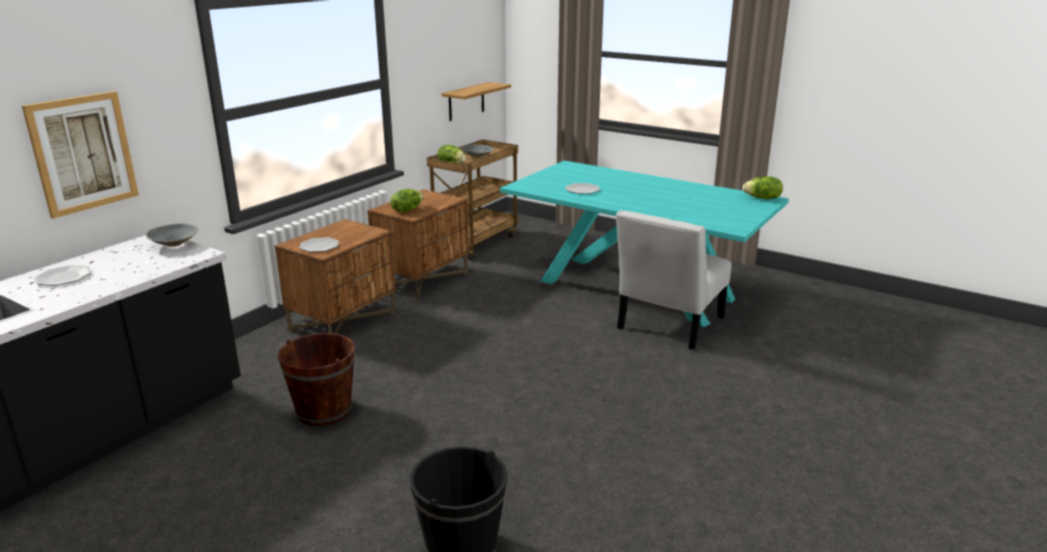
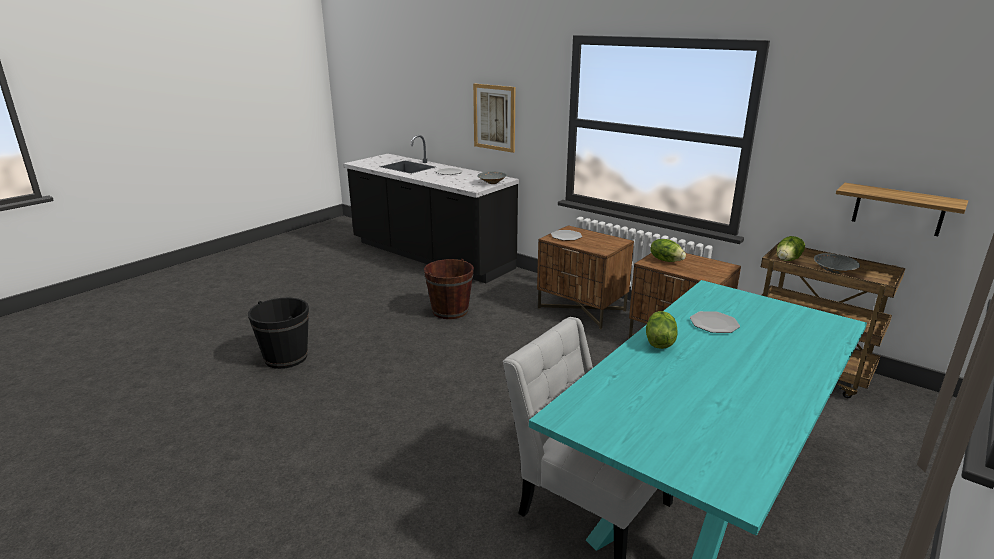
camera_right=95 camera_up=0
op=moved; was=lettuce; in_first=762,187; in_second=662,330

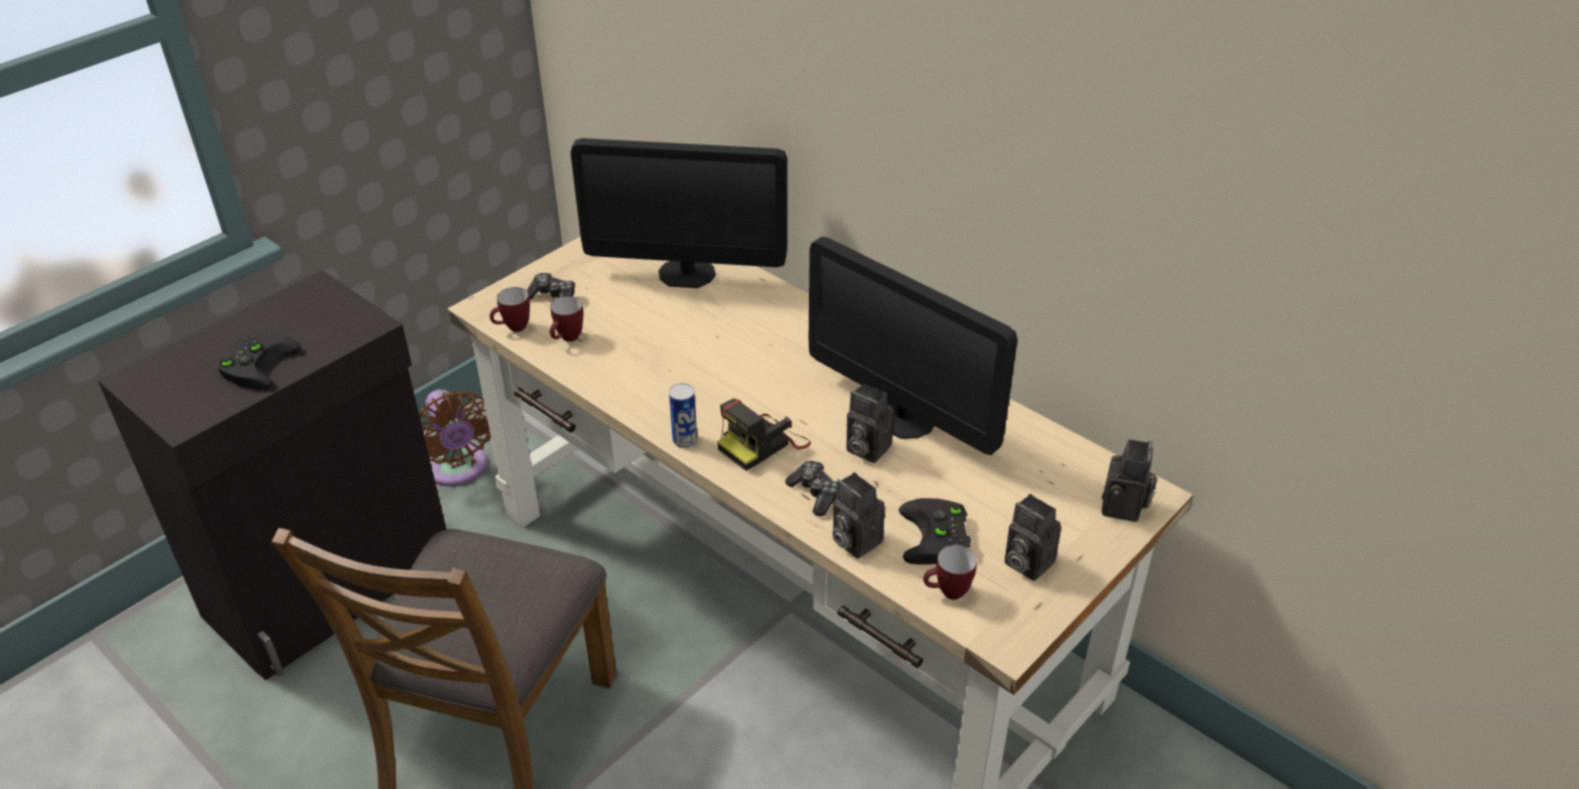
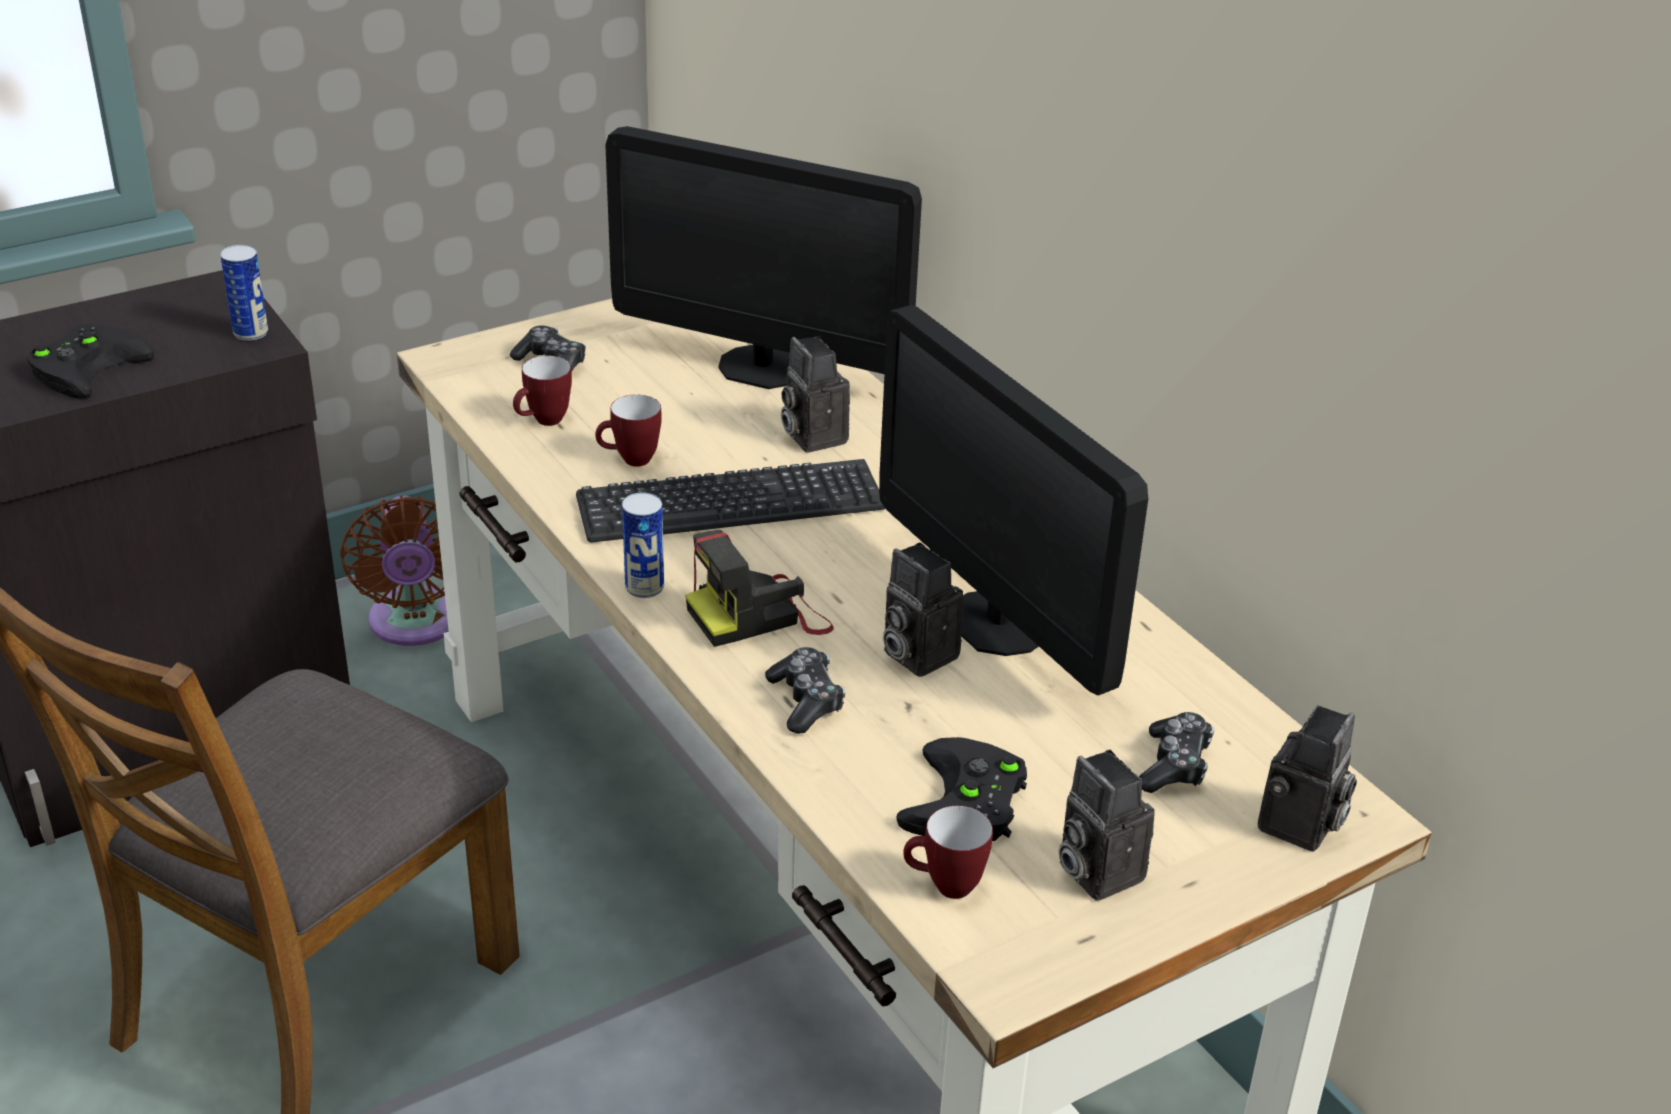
camera_right=15 camera_up=-5
op=added; now=can; in_second=244,293
op=added; now=keyboard; in_second=730,500
op=moved; was=mug; in_first=510,309; in_second=628,430
op=moved; was=photo camera; in_first=858,515; in_second=815,394
op=added; now=game controller; in_second=1176,752

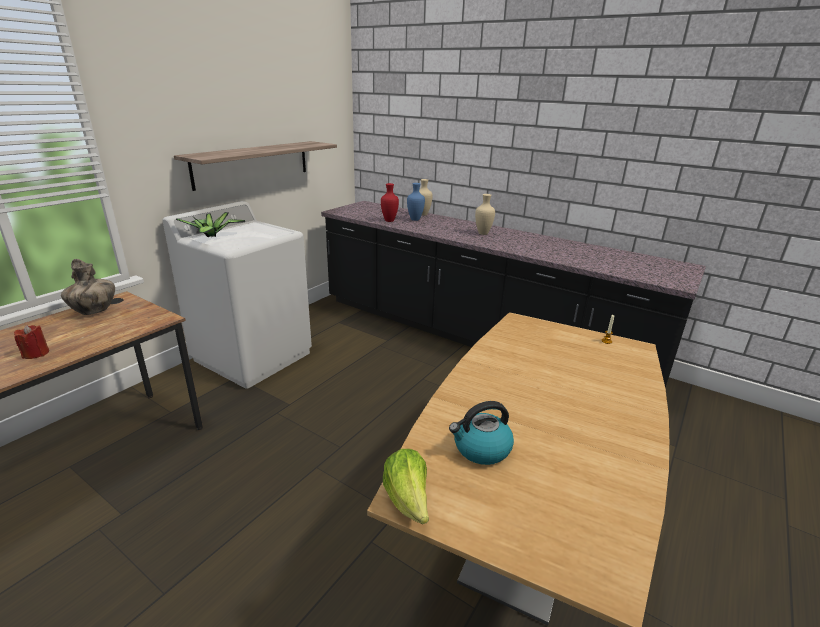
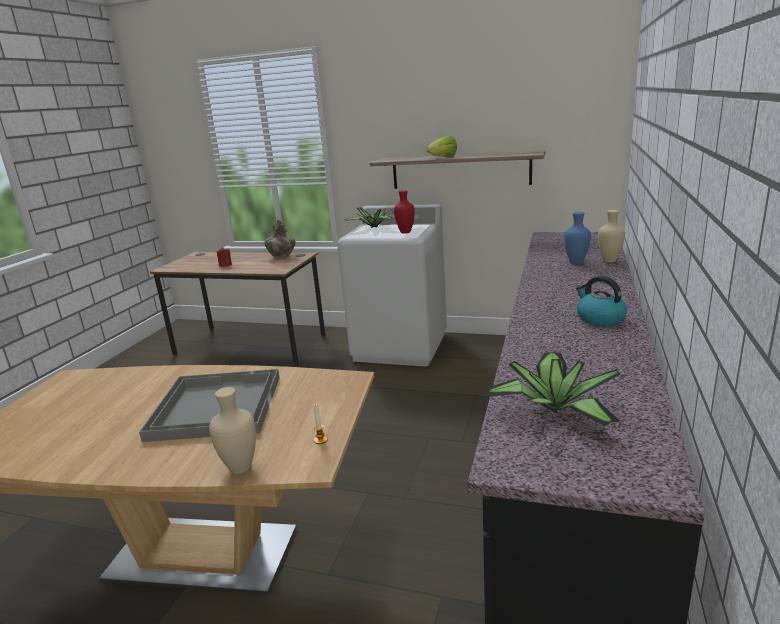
camera_right=75 camera_up=-5
op=added; now=tray (grey); in_second=209,405
op=moved; was=vase (beige); in_first=485,214; in_second=232,430
op=moved; was=vase (red); in_first=390,202; in_second=404,212
op=moved; was=lettuce; in_first=406,486; in_second=441,146
op=added; now=potted plant; in_second=554,389
op=moved; was=kettle; in_first=481,433; in_second=601,301

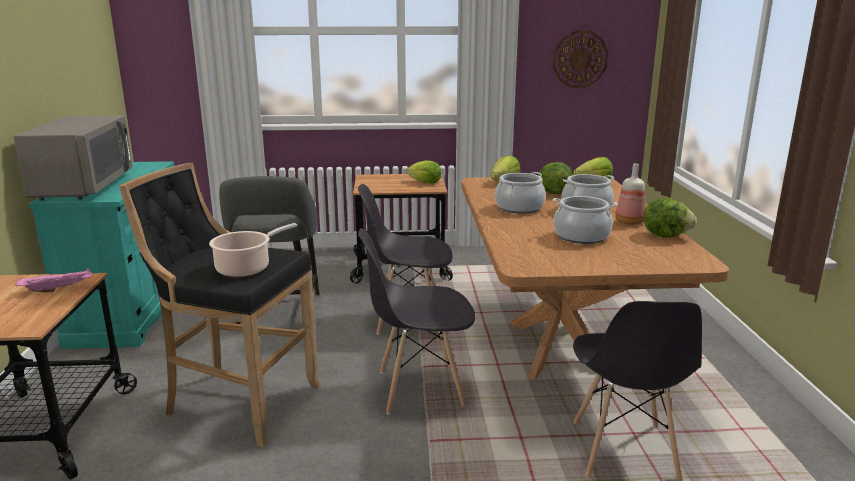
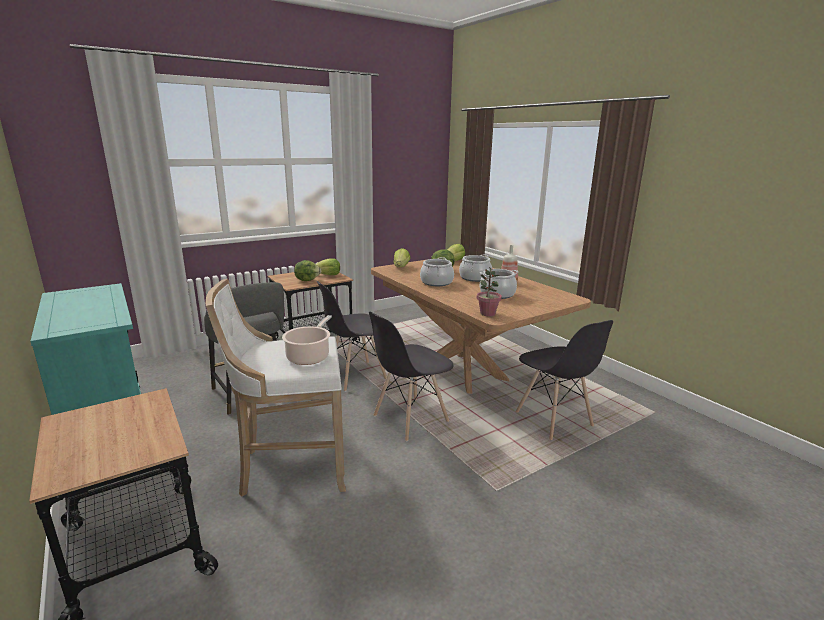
camera_right=-30 camera_up=0
op=recoloured; was=stool (black); now=stool (white); in_first=219,305; in_second=276,388
op=moved; was=lettuce; in_first=670,217; in_second=307,270
op=added; now=potted plant; in_second=489,291
op=removed; was=microwave (grey); in_first=73,158
op=removed; was=tray (pink); in_first=53,280
op=removed; was=wall clock; in_first=580,59

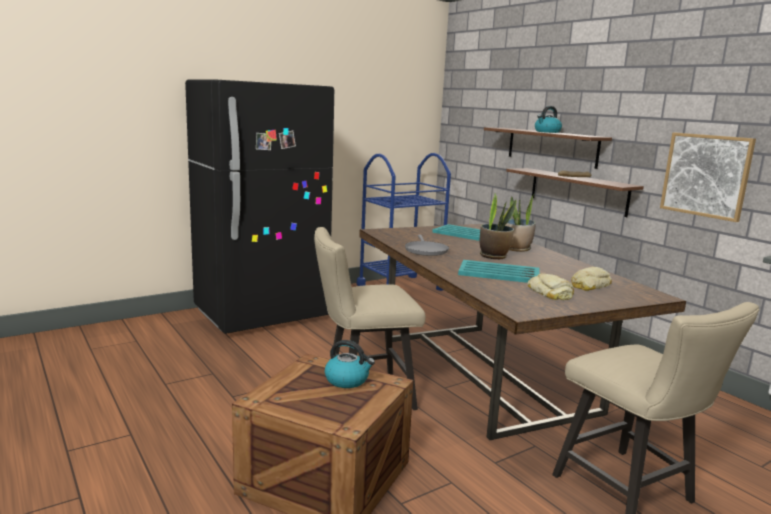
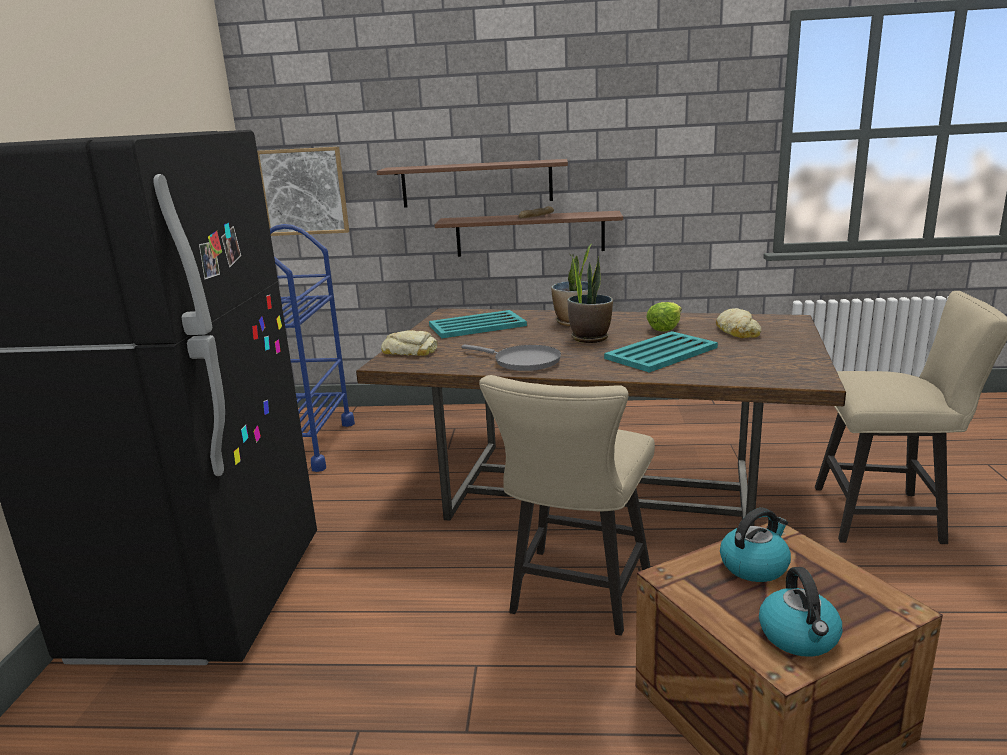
camera_right=-50 camera_up=5
op=moved; was=picture; in_first=708,177; in_second=303,191
op=moved; was=bread; in_first=551,286; in_second=409,343
op=added; now=lettuce; in_second=664,316
op=moved; was=kettle; in_first=548,119; in_second=800,612

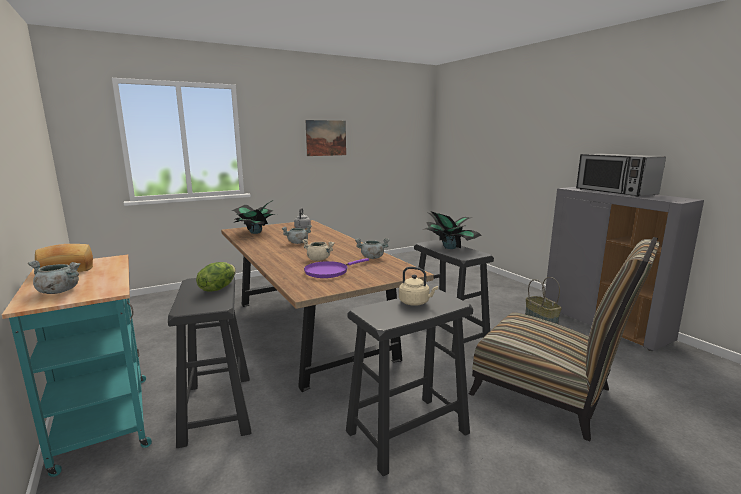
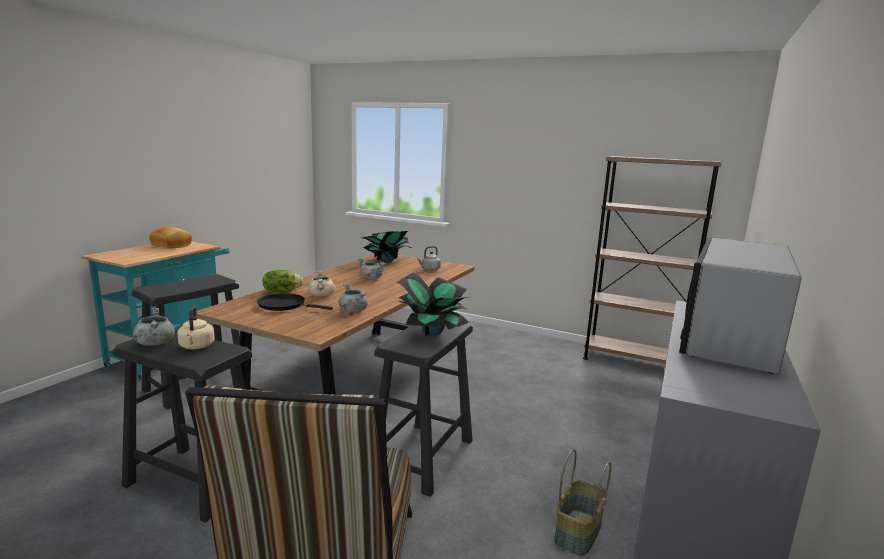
camera_right=55 camera_up=0
op=moved; was=cooking pot (grey); in_first=54,277; in_second=154,327
op=recoloured; was=frying pan (purple); now=frying pan (black); in_first=336,268; in_second=295,302
op=moved; was=lettuce; in_first=216,277; in_second=283,281
op=added; now=bookcase (brown); in_second=652,260
op=removed; was=picture; in_first=326,138

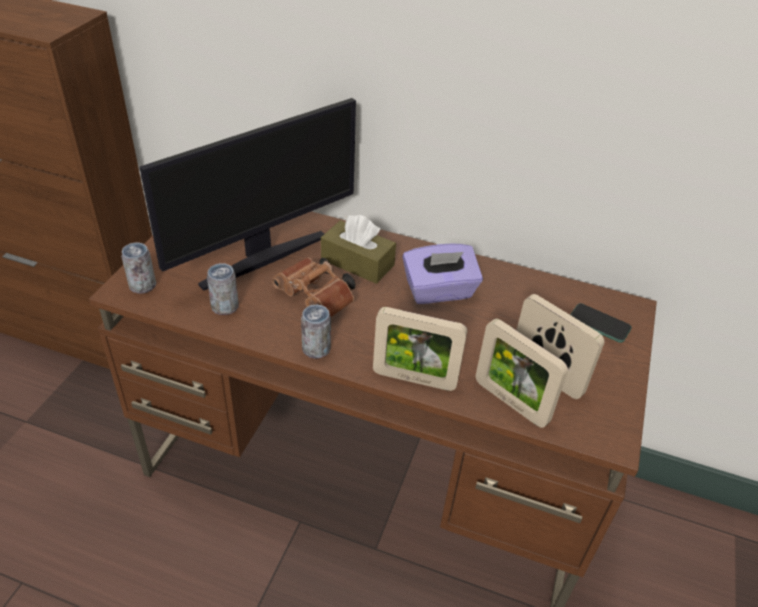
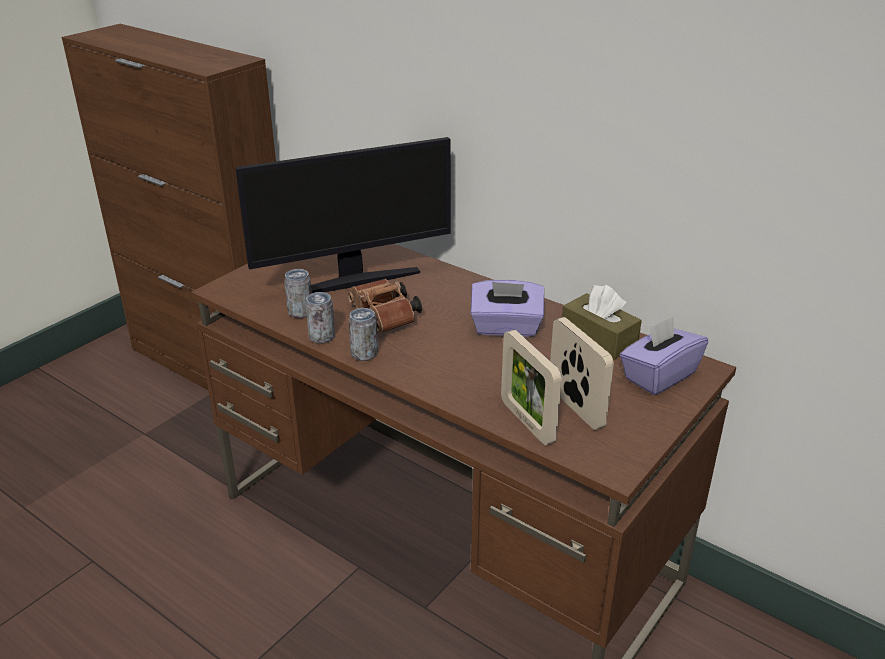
camera_right=20 camera_up=-10
op=moved; was=can; in_first=138,268; in_second=320,318
op=moved; was=tissue box (brown); in_first=358,249; in_second=602,322
op=replaced; was=phone; now=tissue box (purple); in_first=601,323; in_second=664,355
op=removed; was=picture frame; in_first=420,349

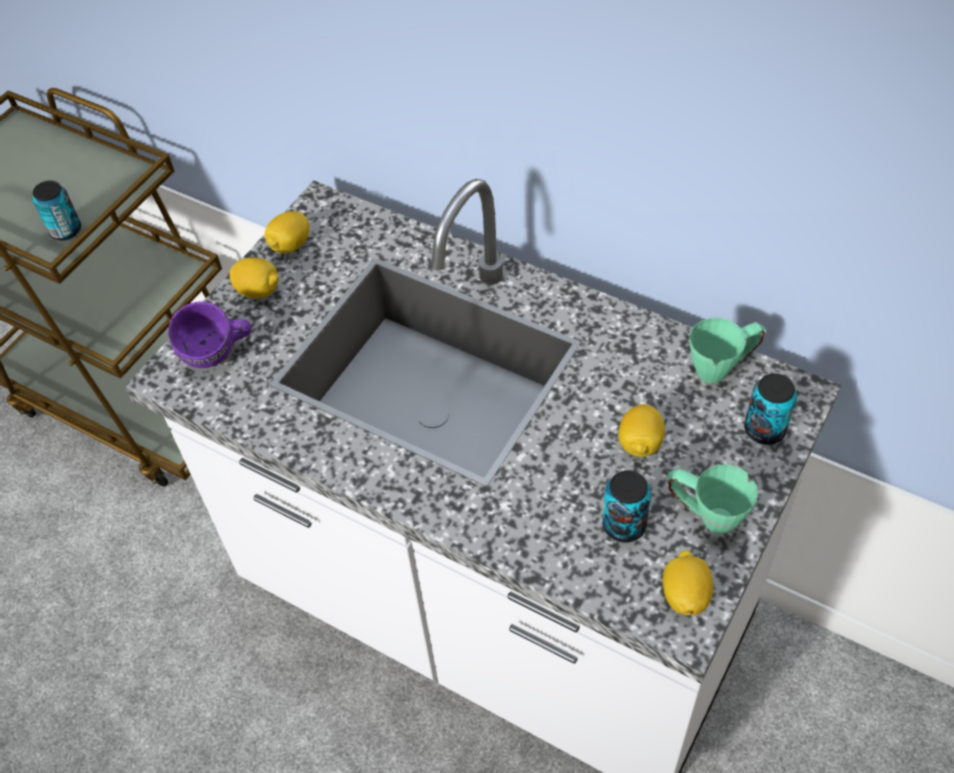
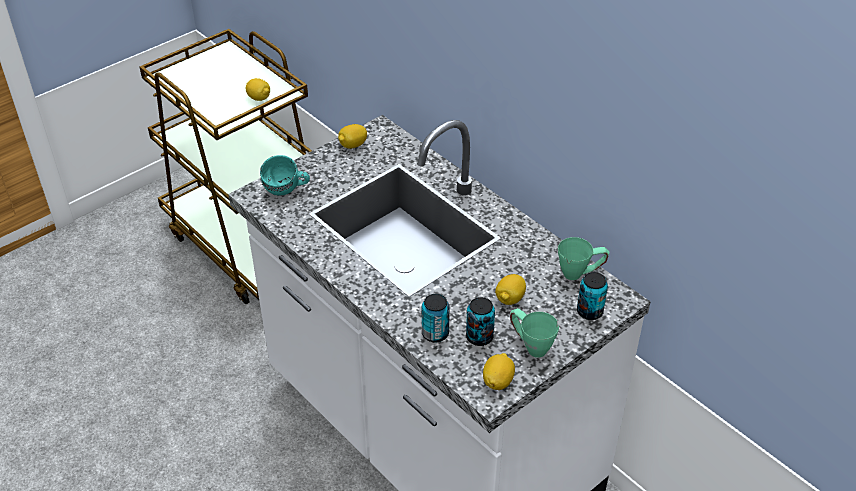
camera_right=15 camera_up=-10
op=moved; was=lemon; in_first=254,278; in_second=258,89
op=recoloured; was=mug (purple); now=mug (turquoise); in_first=209,334; in_second=285,175
op=moved; was=can; in_first=57,210; in_second=436,318

